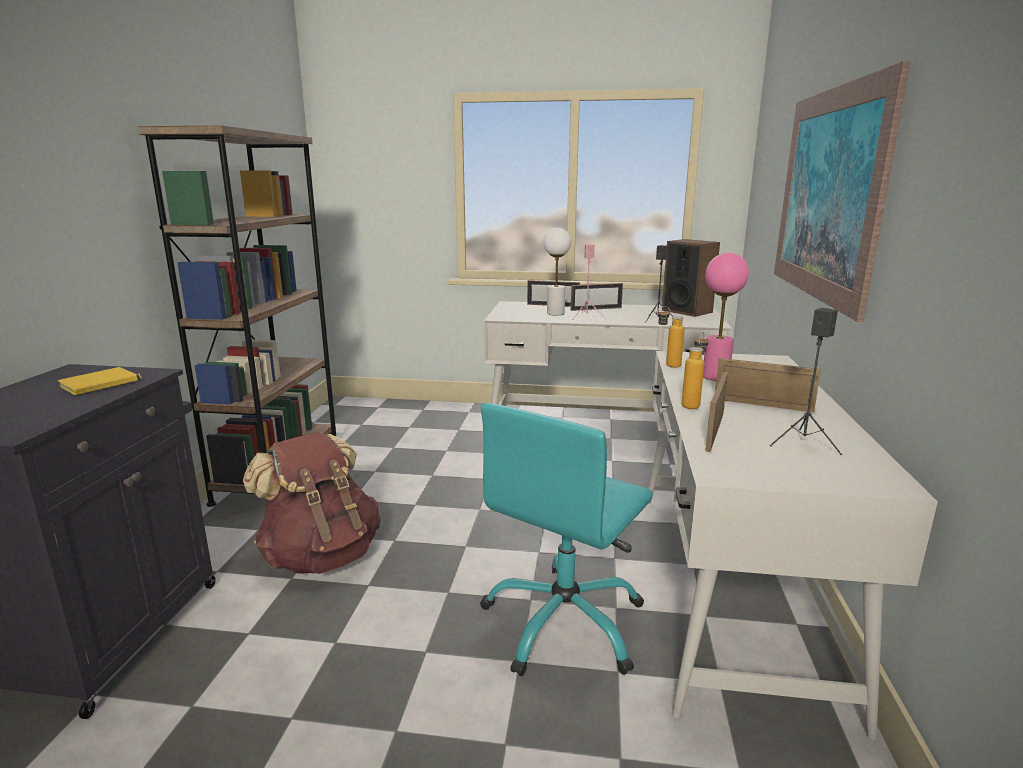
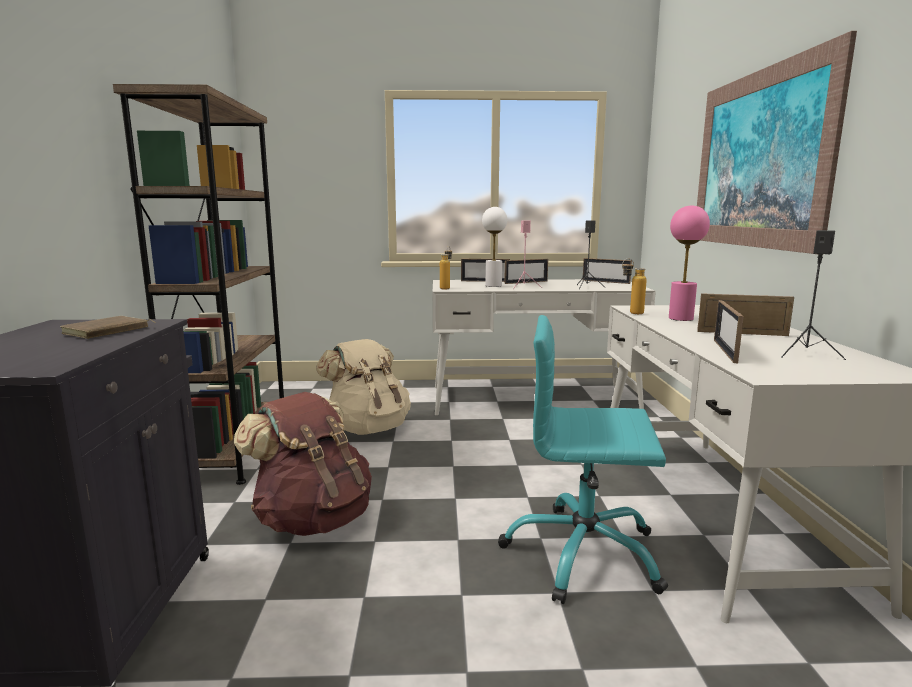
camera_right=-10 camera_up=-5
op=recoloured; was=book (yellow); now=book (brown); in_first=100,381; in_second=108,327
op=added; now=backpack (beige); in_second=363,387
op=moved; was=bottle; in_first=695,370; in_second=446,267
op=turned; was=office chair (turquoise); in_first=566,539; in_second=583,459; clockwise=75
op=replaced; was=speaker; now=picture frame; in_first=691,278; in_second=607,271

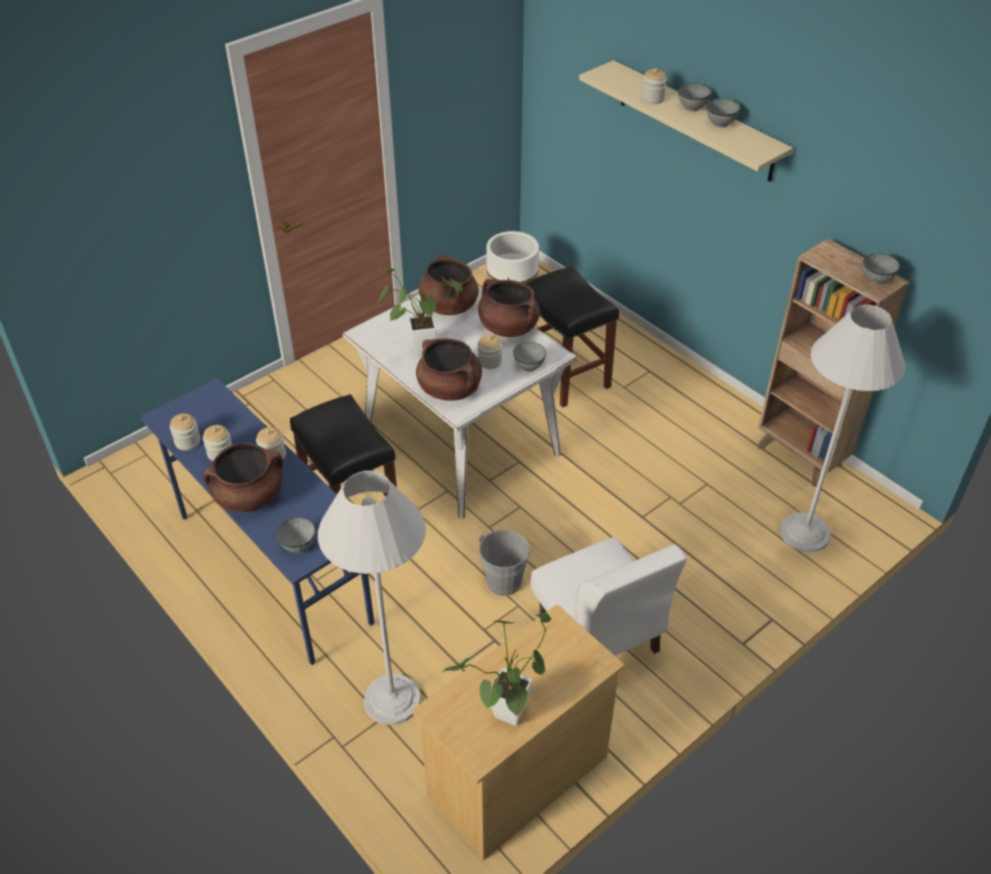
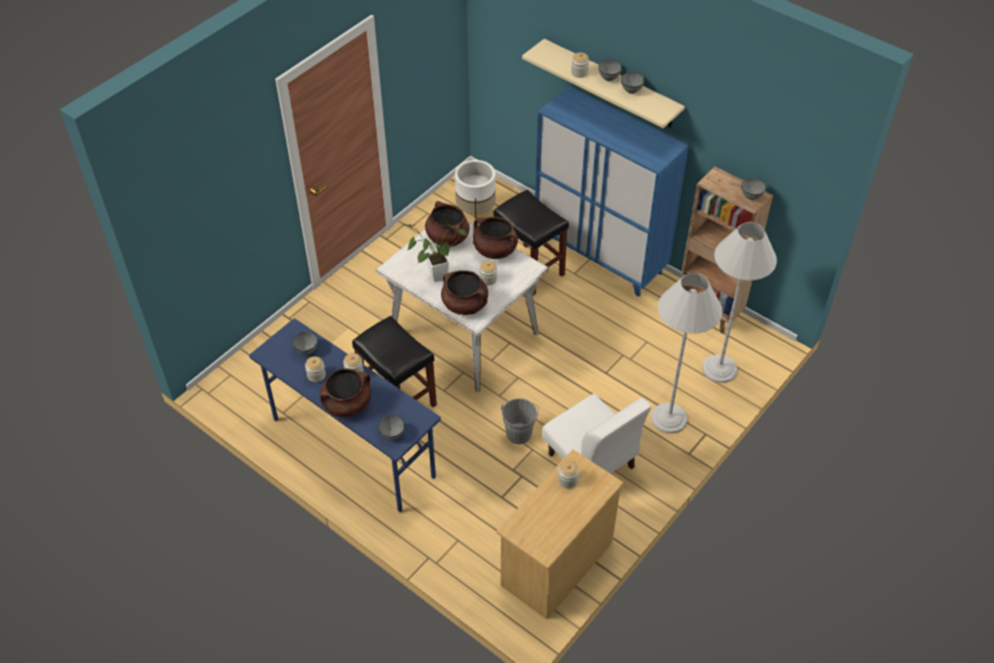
camera_right=-10 camera_up=5
op=moved; was=bowl (grey); in_first=529,357; in_second=305,343
op=added; now=cabinet (blue); in_second=612,191
op=moved; was=jar; in_first=185,432; in_second=568,474
op=moved; was=floor lamp (white); in_first=372,597; in_second=686,353
op=removed; was=potted plant; in_first=496,669

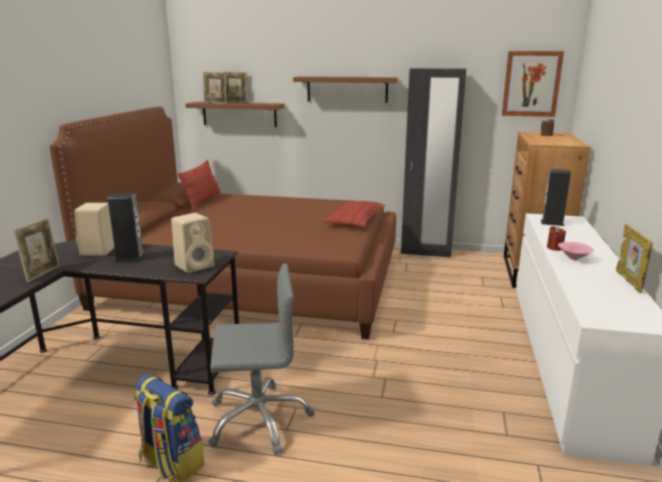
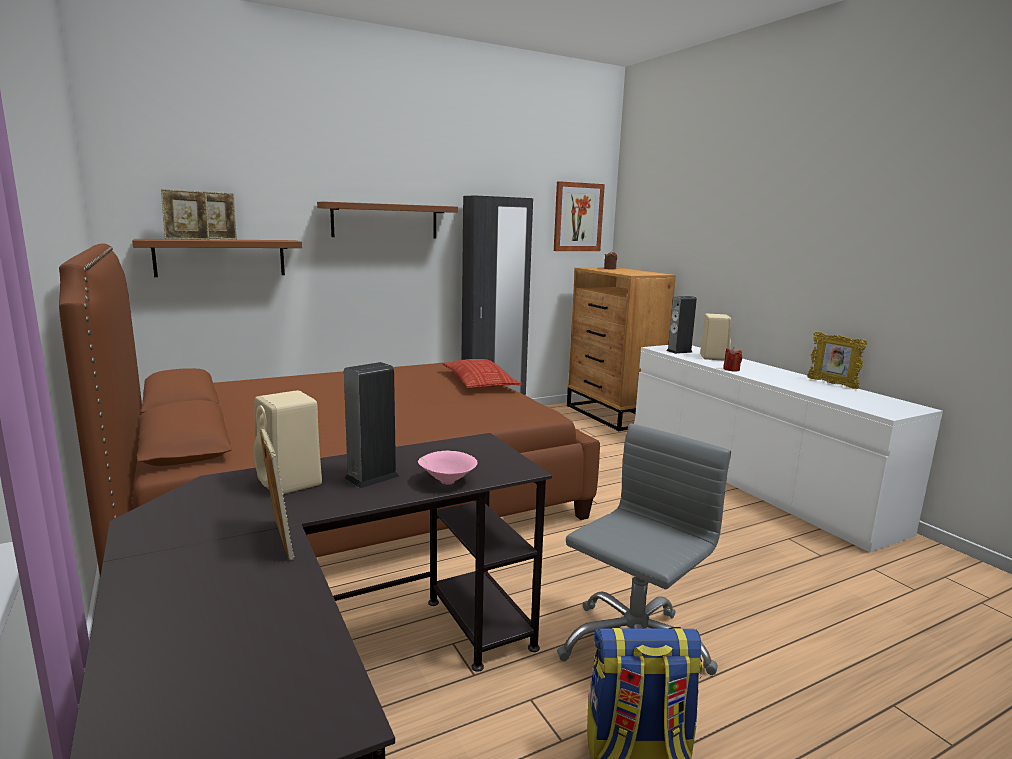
camera_right=-40 camera_up=-5
op=moved; was=bowl (pink); in_first=576,251; in_second=447,467
op=moved; was=speaker (beige); in_first=193,243; in_second=715,337
op=removed; was=pillow; in_first=199,185

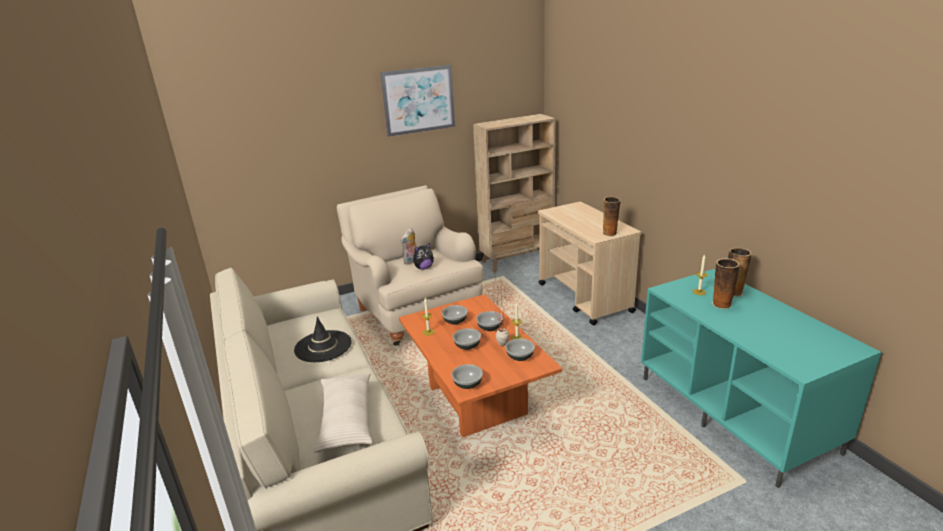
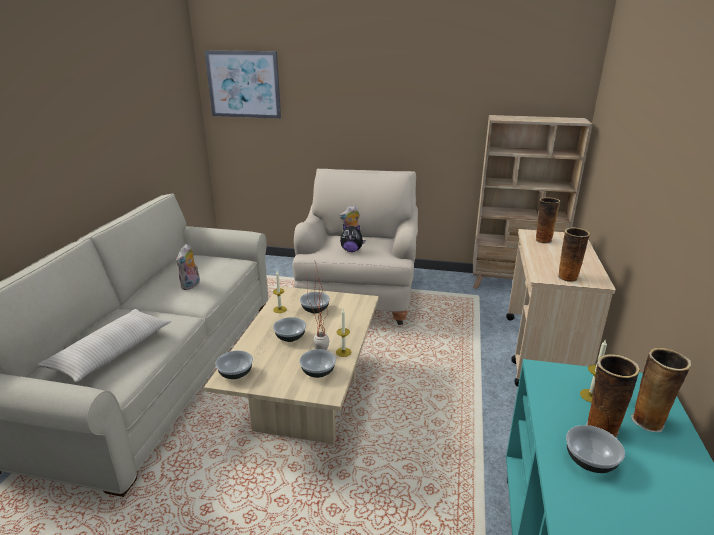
camera_right=35 camera_up=0
op=replaced; was=hat (black); now=plush toy; in_first=323,339; in_second=188,267
op=recoloured; was=coffee table (orange); now=coffee table (beige); in_first=480,365; in_second=291,365
op=moved; was=picture; in_first=417,101; in_second=243,84
op=added; now=vase; in_second=548,220
op=moved; was=bowl; in_first=489,321; in_second=595,449

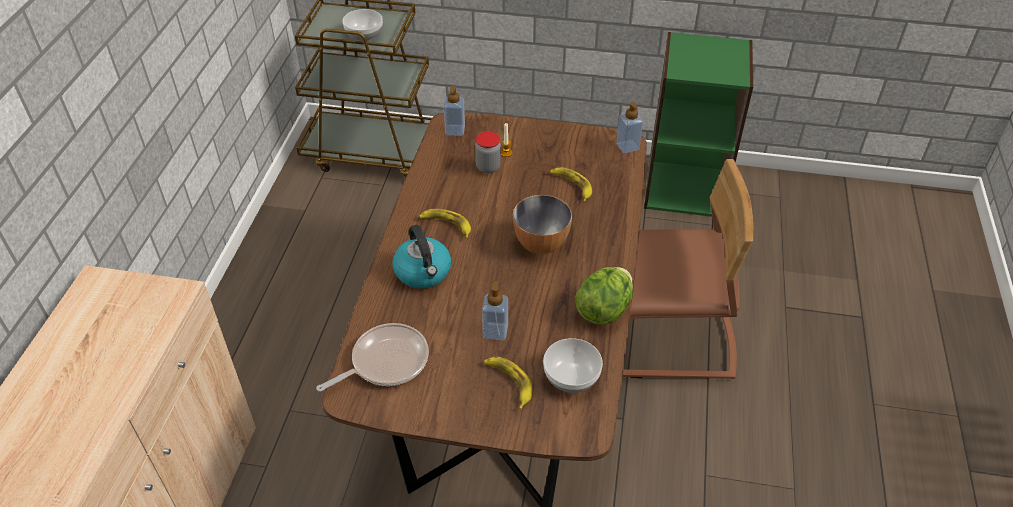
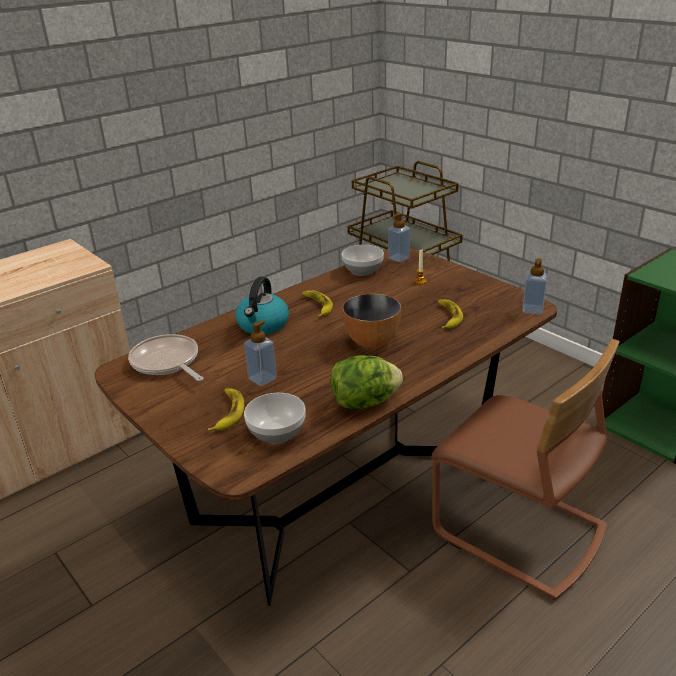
camera_right=40 camera_up=-15
op=turned; was=frying pan; in_first=372,357; in_second=165,357; clockwise=-135
op=moved; was=bowl; in_first=362,25; in_second=363,260
op=removed; was=jar; in_first=488,152

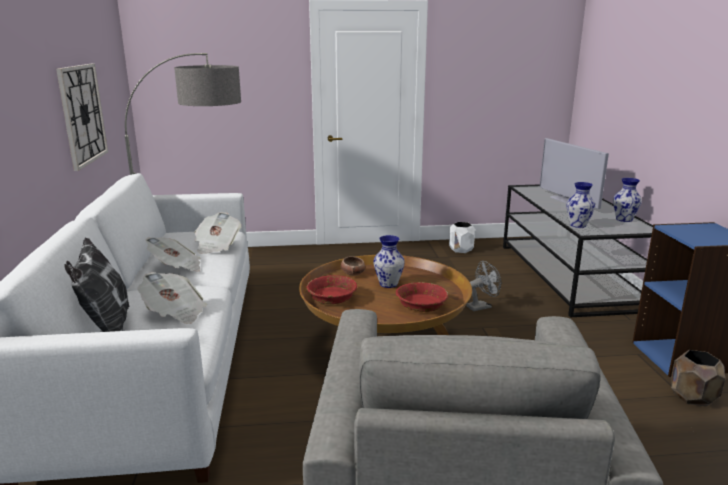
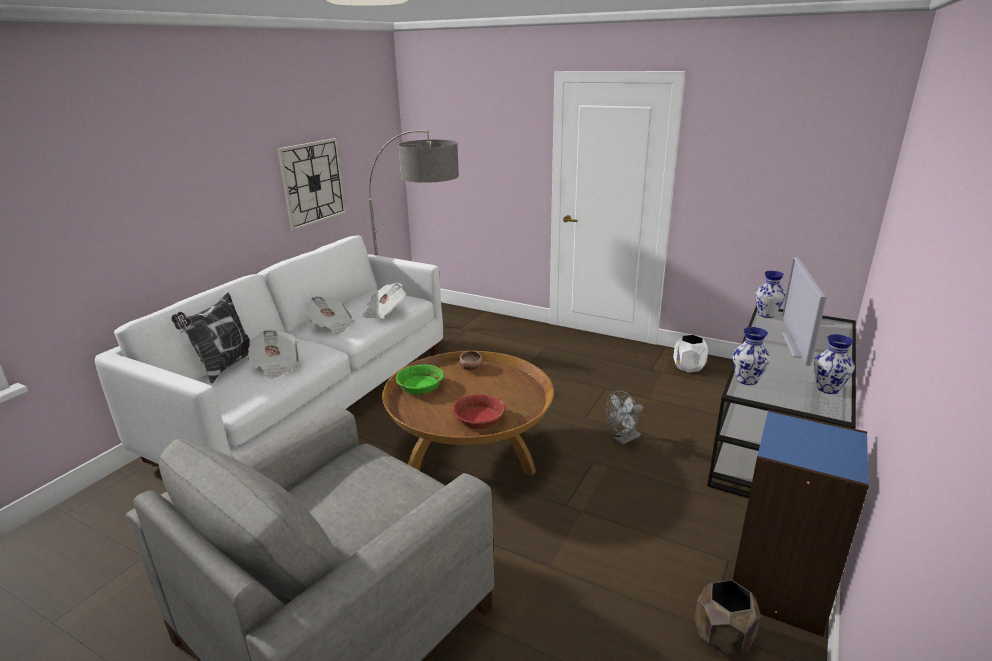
camera_right=35 camera_up=5
op=recoloured; was=bowl (red); now=bowl (green); in_first=332,289; in_second=419,379
op=turned; was=fan (grey); in_first=483,286; in_second=624,417; clockwise=135
op=moved; was=vase; in_first=389,261; in_second=770,294

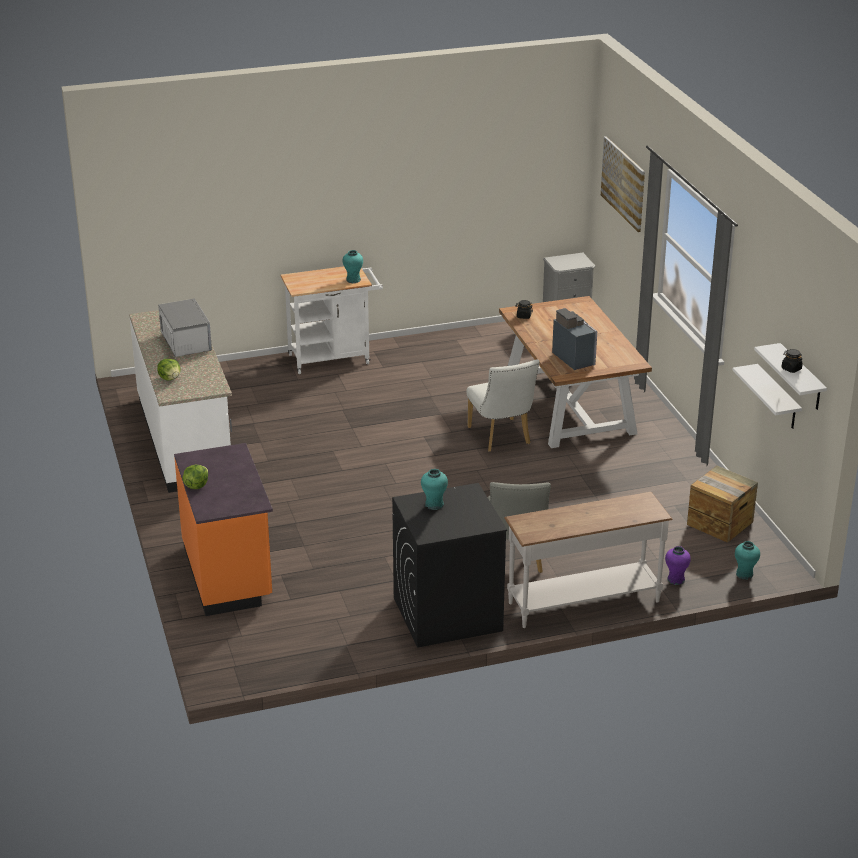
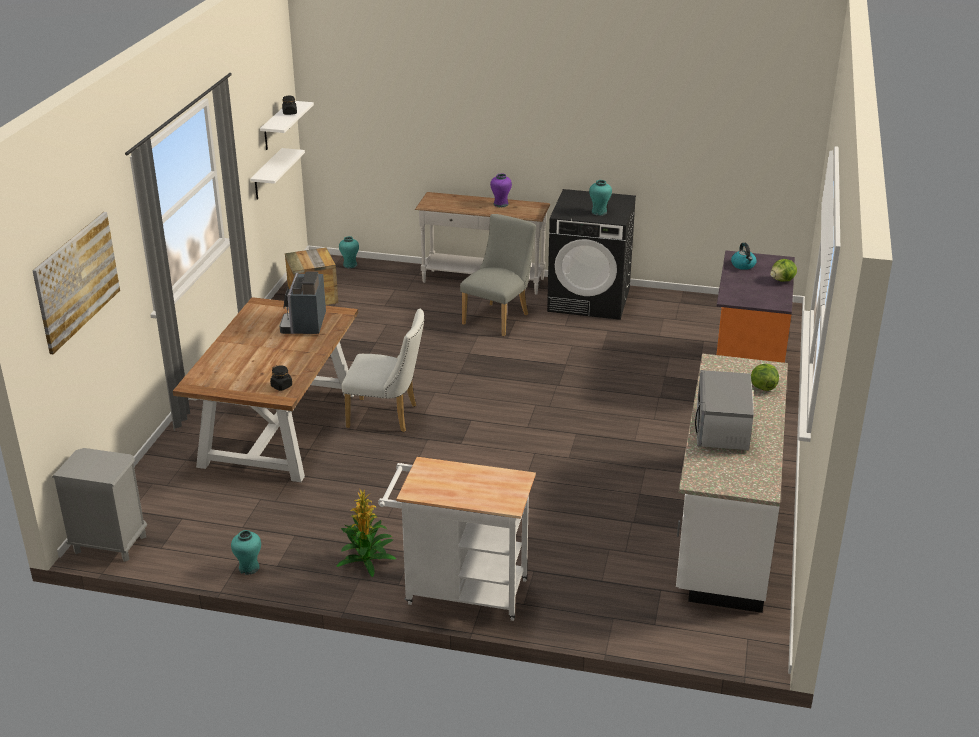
camera_right=-150 camera_up=0
op=moved; was=vase (turquoise); in_first=352,266; in_second=246,552
op=added; now=potted plant; in_second=366,533
op=turned; was=chair (white); in_first=502,405; in_second=383,370; clockwise=90
op=moved; was=vase (purple); in_first=678,565; in_second=501,190
op=added; now=kettle; in_second=744,256

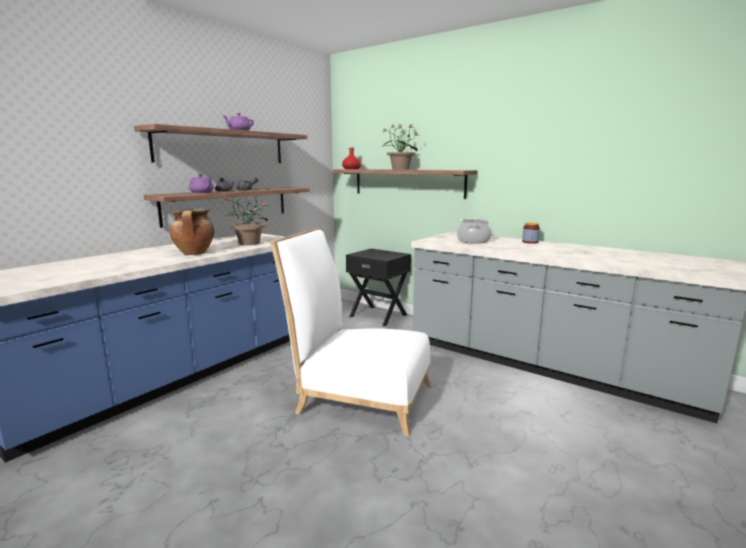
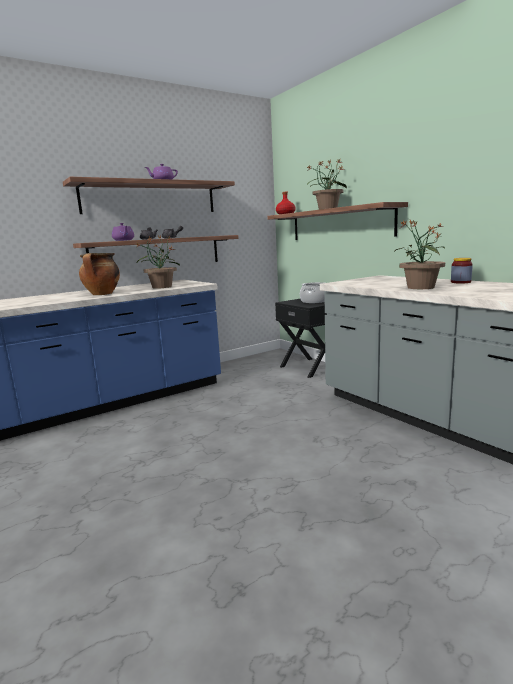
camera_right=20 camera_up=0
op=moved; was=cooking pot; in_first=474,231; in_second=312,292
op=added; now=potted plant; in_second=419,254
op=removed; was=chair (white); in_first=350,332

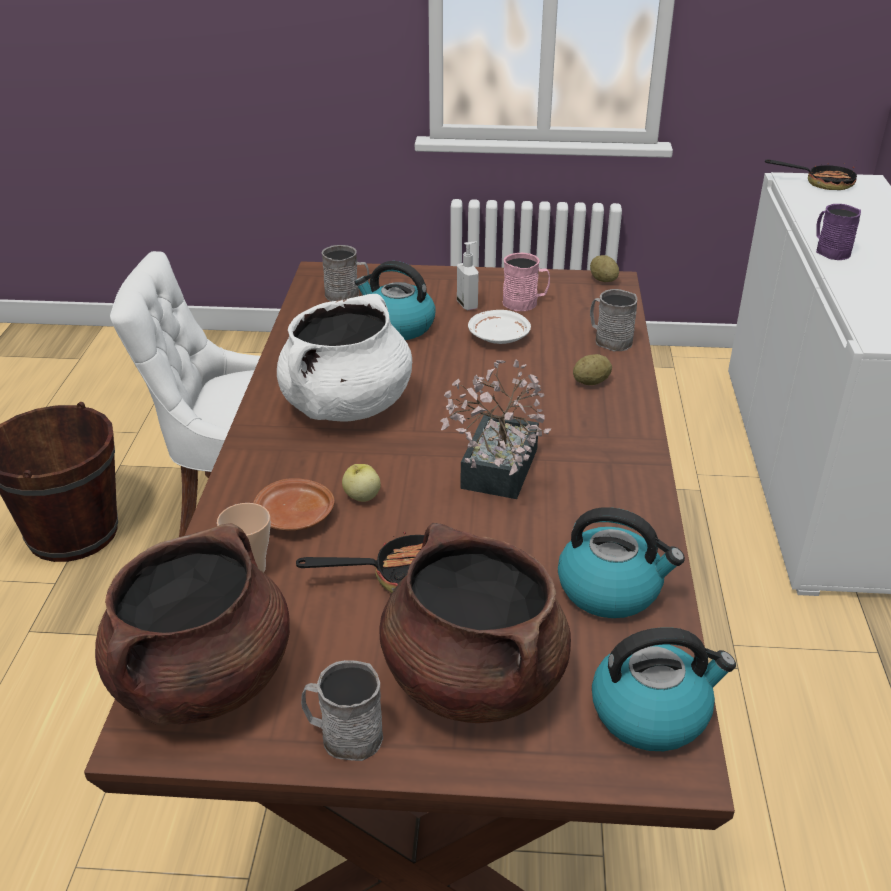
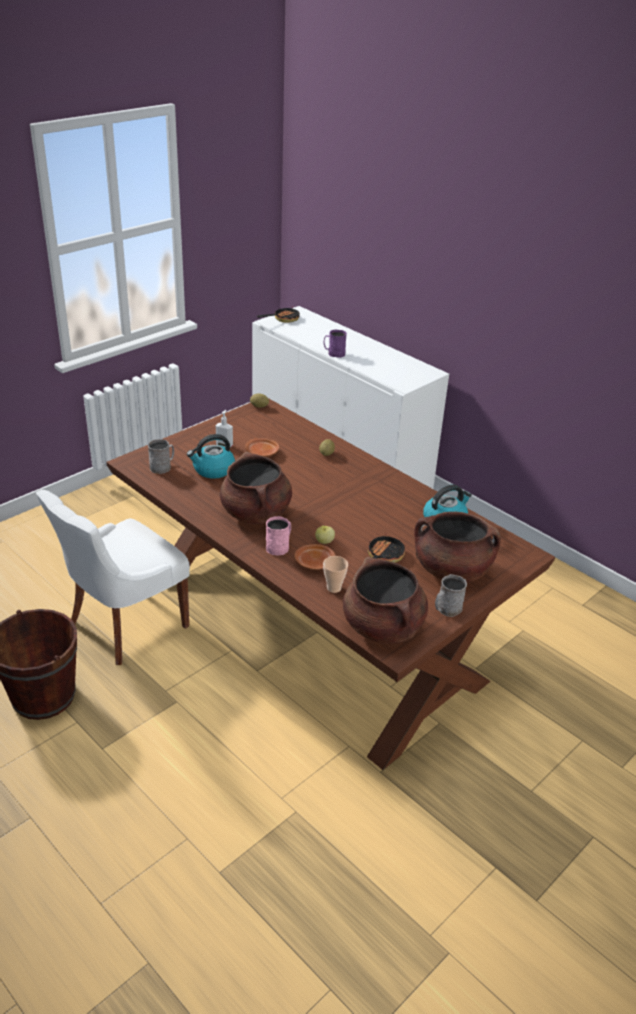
camera_right=-50 camera_up=0
op=recoloured; was=cooking pot (white); now=cooking pot (brown); in_first=344,358; in_second=256,488
op=recoloured; was=plate (white); now=plate (brown); in_first=499,327; in_second=262,447
op=moved; was=mug (pink); in_first=526,282; in_second=278,535
op=removed; was=potted plant; in_first=496,429
op=removed; was=mug (grey); in_first=613,320
op=removed; was=kettle; in_first=664,689

